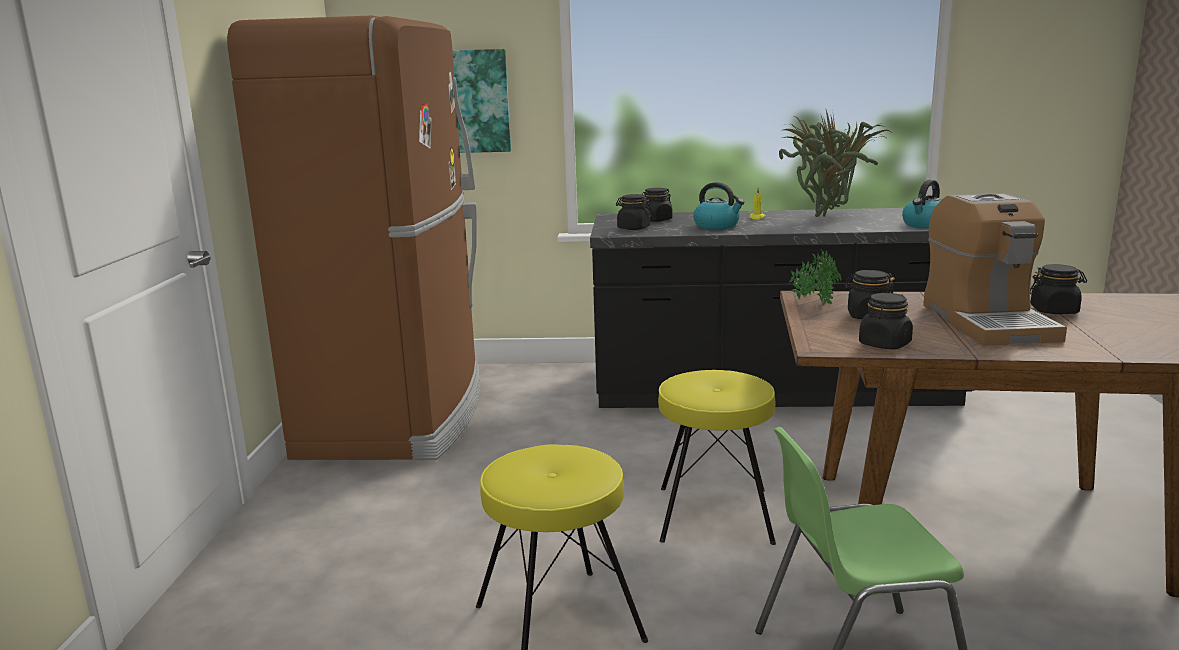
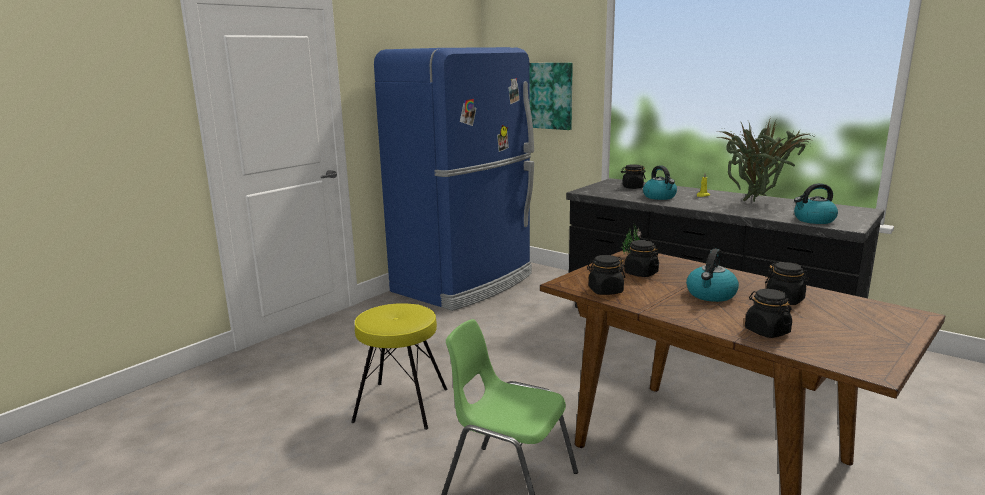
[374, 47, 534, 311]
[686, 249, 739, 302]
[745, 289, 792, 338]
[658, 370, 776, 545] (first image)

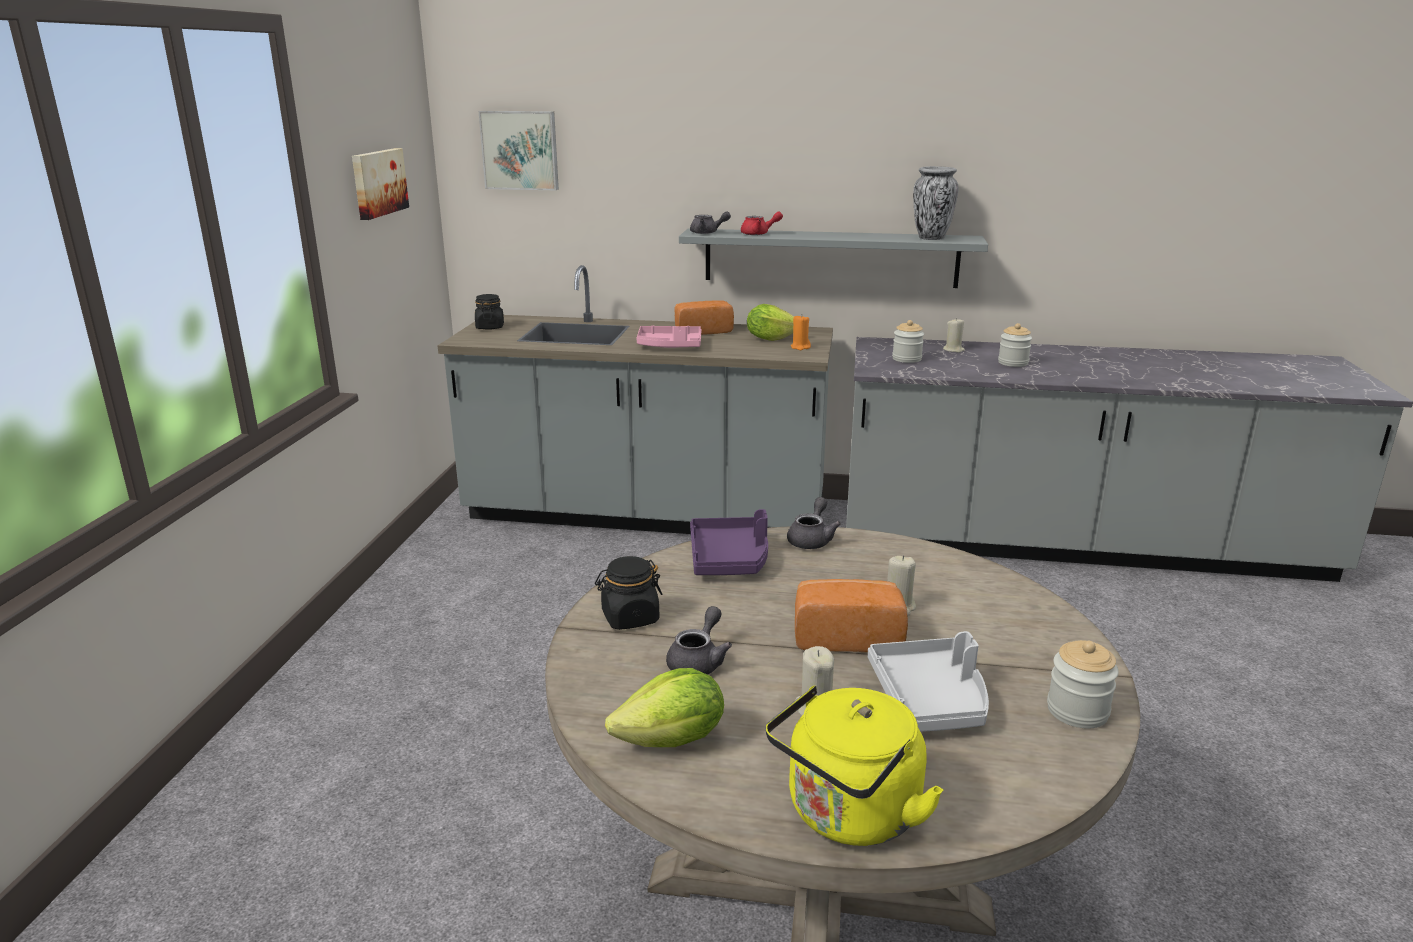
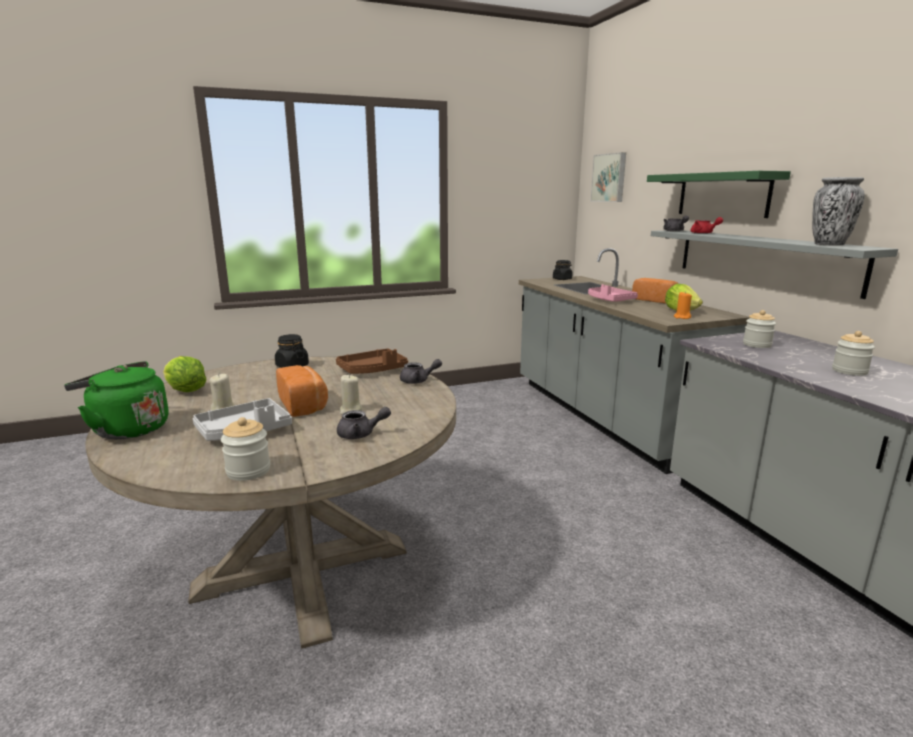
[352, 148, 409, 220] (first image)
[943, 318, 965, 352] (first image)
[336, 348, 408, 374]
[337, 407, 391, 439]
[64, 361, 169, 439]
[647, 171, 791, 218]

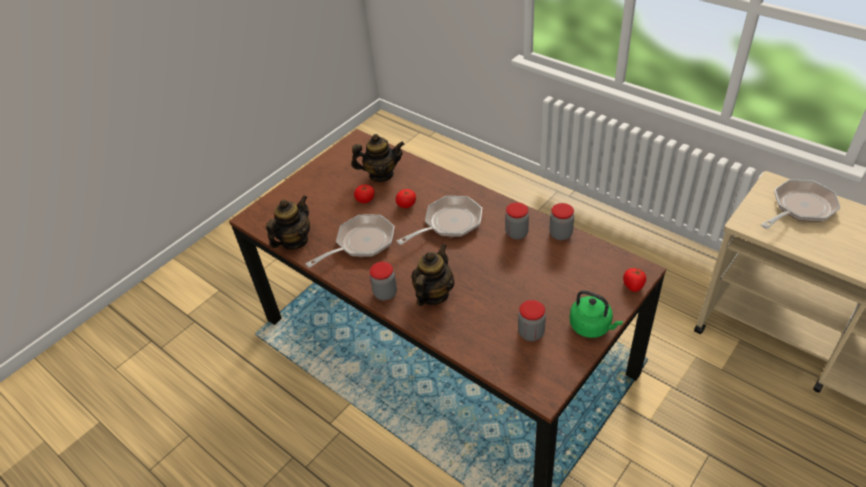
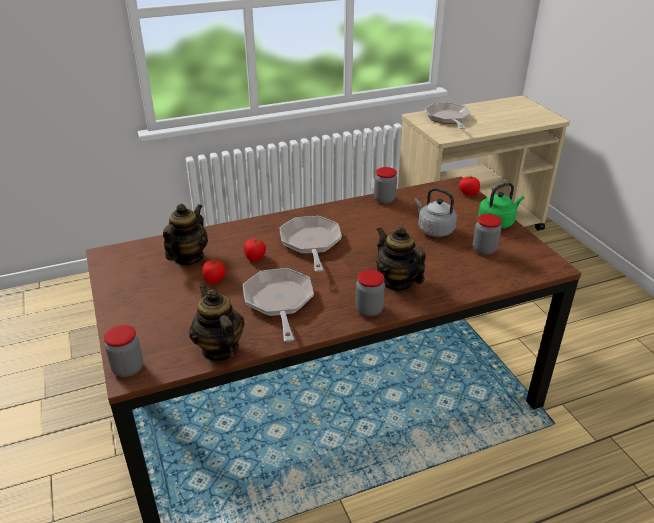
[104, 325, 143, 377]
[414, 188, 457, 237]

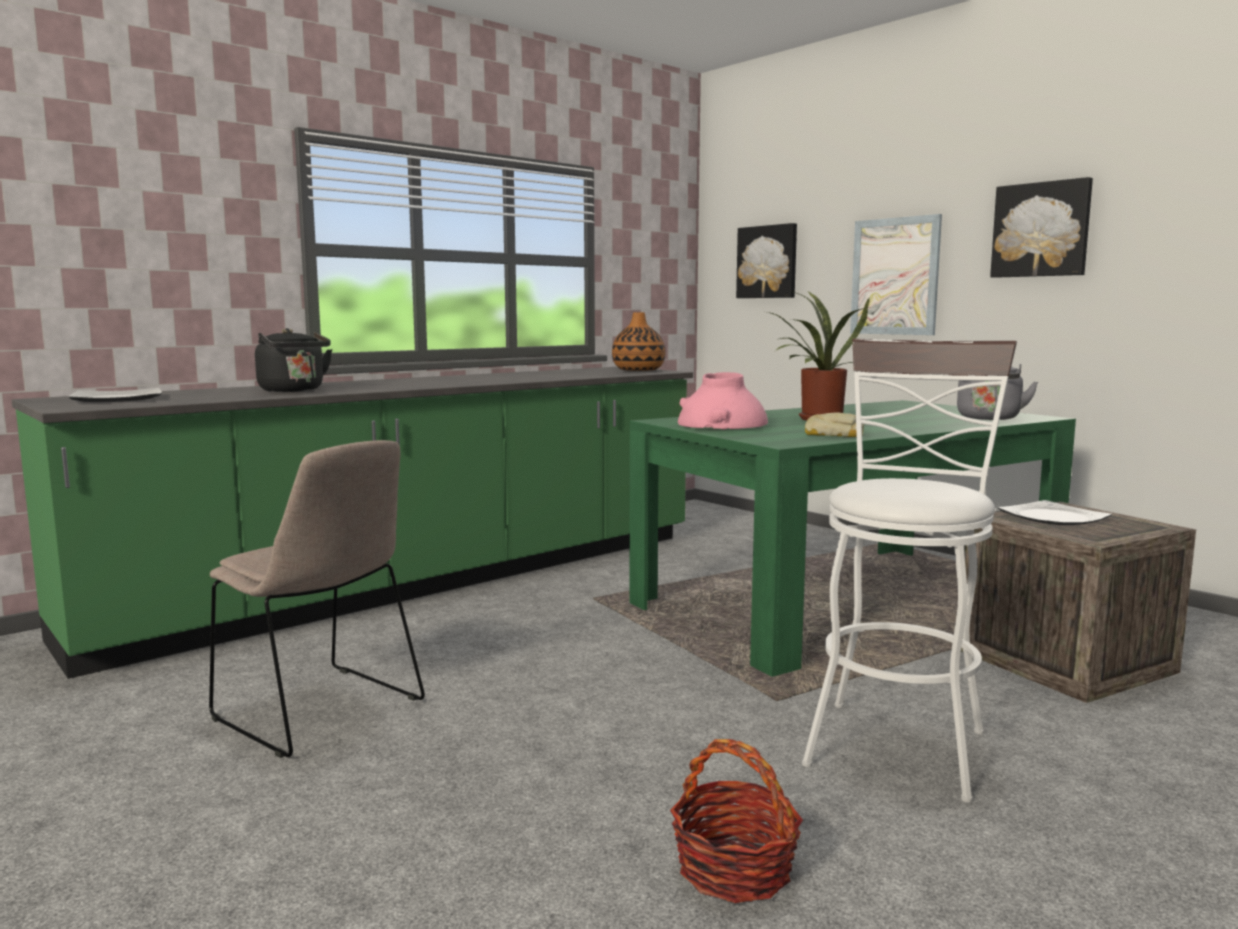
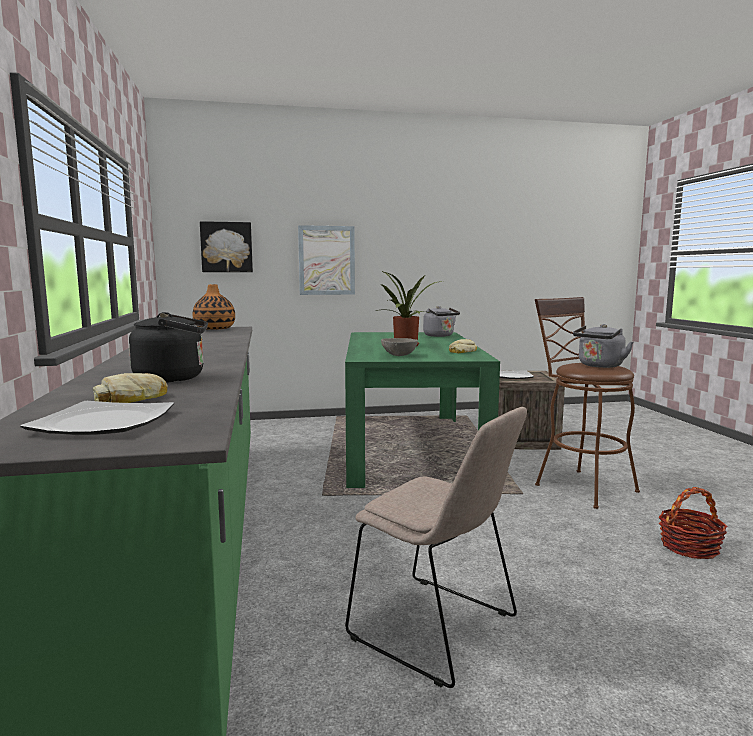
[990, 177, 1093, 278] (first image)
[535, 297, 640, 509]
[381, 338, 418, 356]
[345, 407, 527, 688]
[573, 324, 634, 368]
[93, 373, 168, 403]

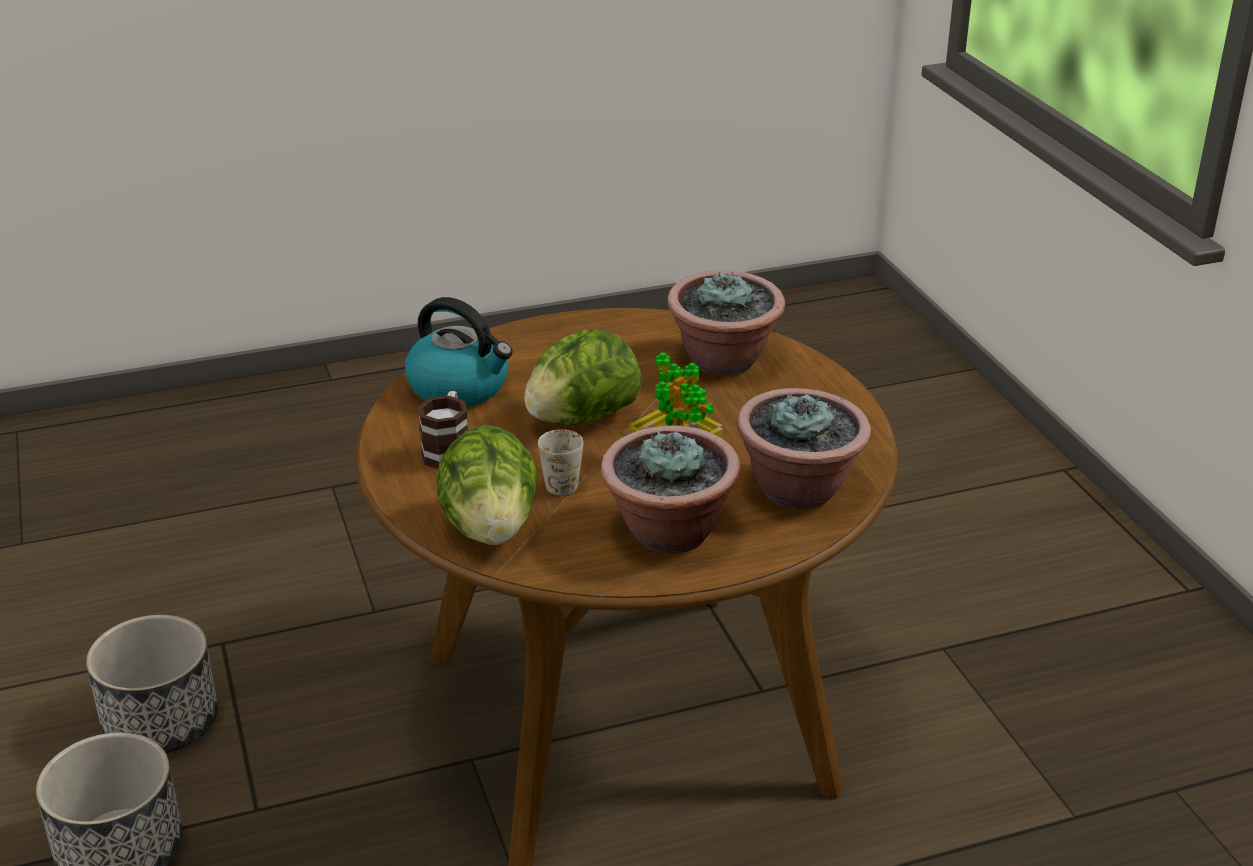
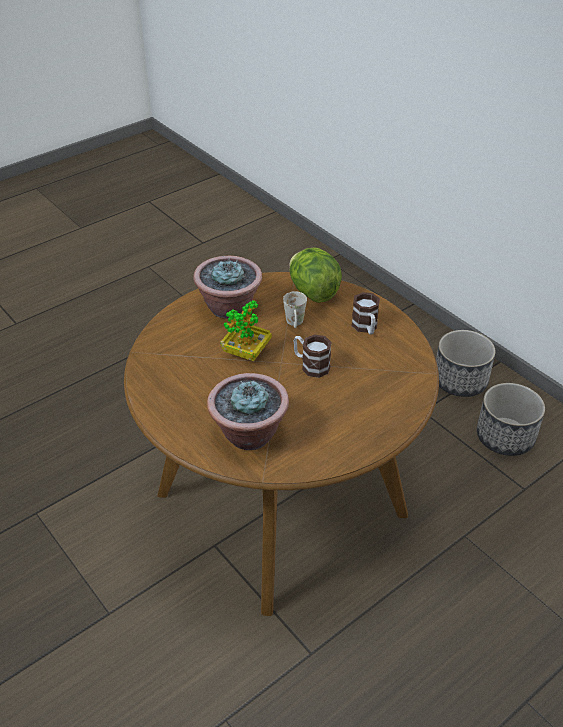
[405, 297, 513, 407] (first image)
[293, 334, 332, 378]
[736, 388, 871, 510] (first image)

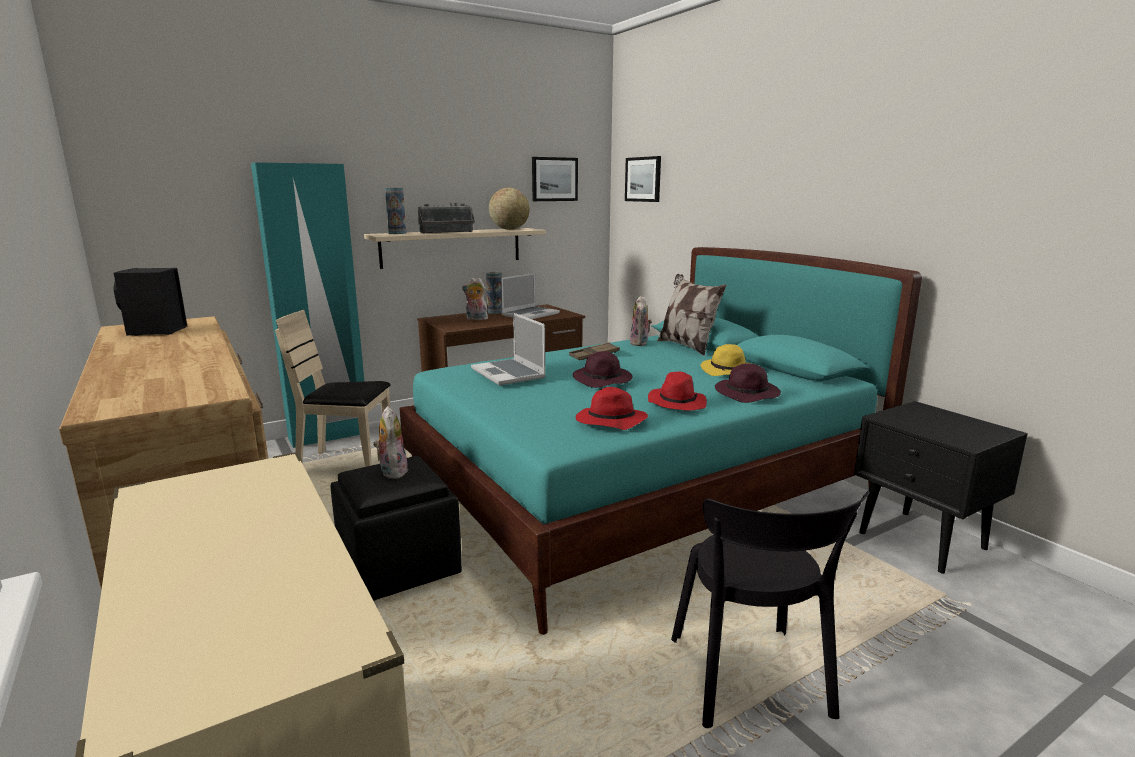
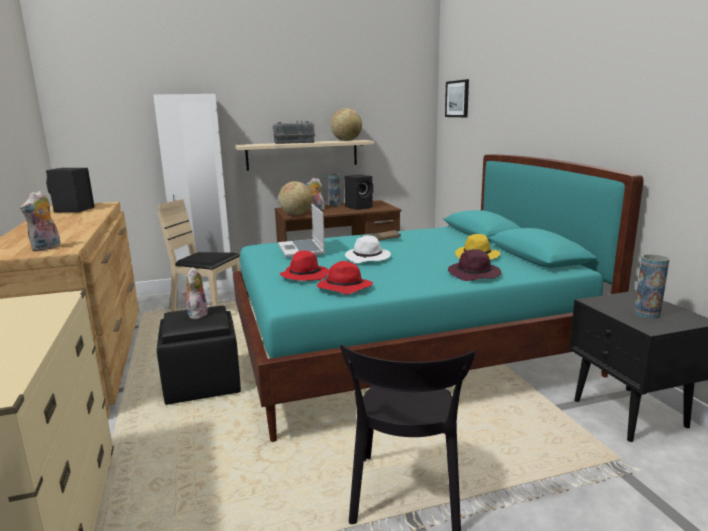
[532, 157, 578, 201] (first image)
[153, 94, 234, 298]
[634, 254, 670, 319]
[344, 174, 373, 210]
[657, 274, 727, 356] (first image)
[20, 191, 60, 252]
[345, 235, 391, 263]
[280, 251, 329, 281]
[278, 181, 312, 215]

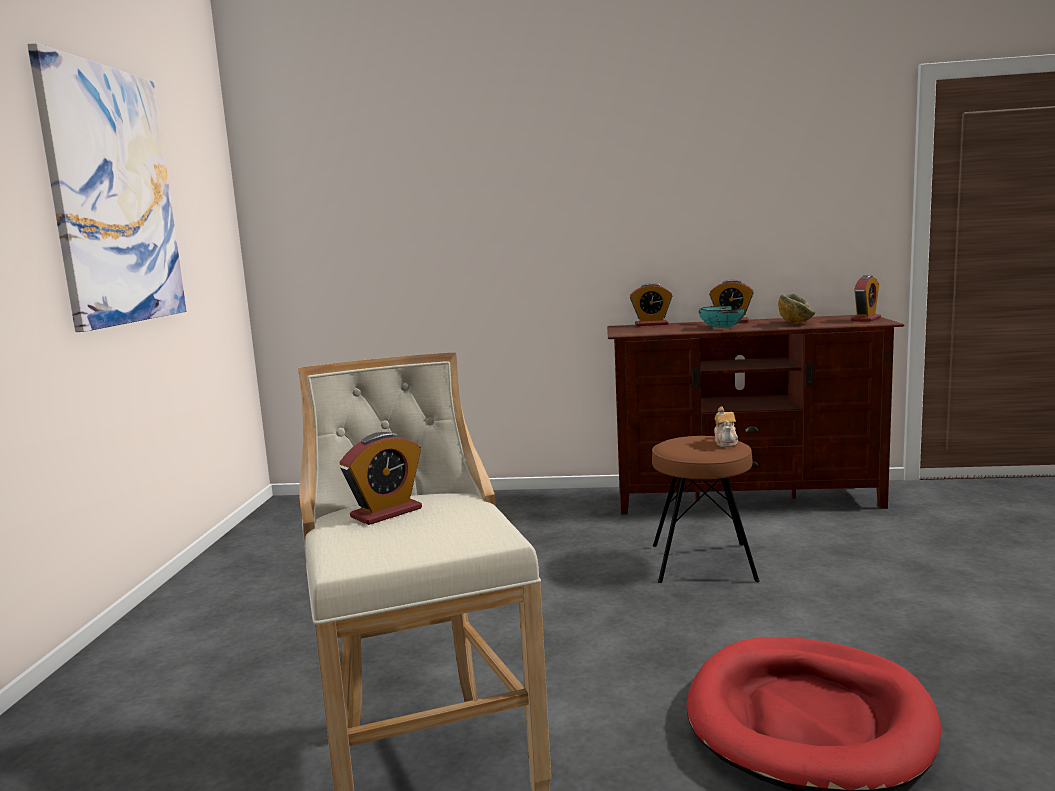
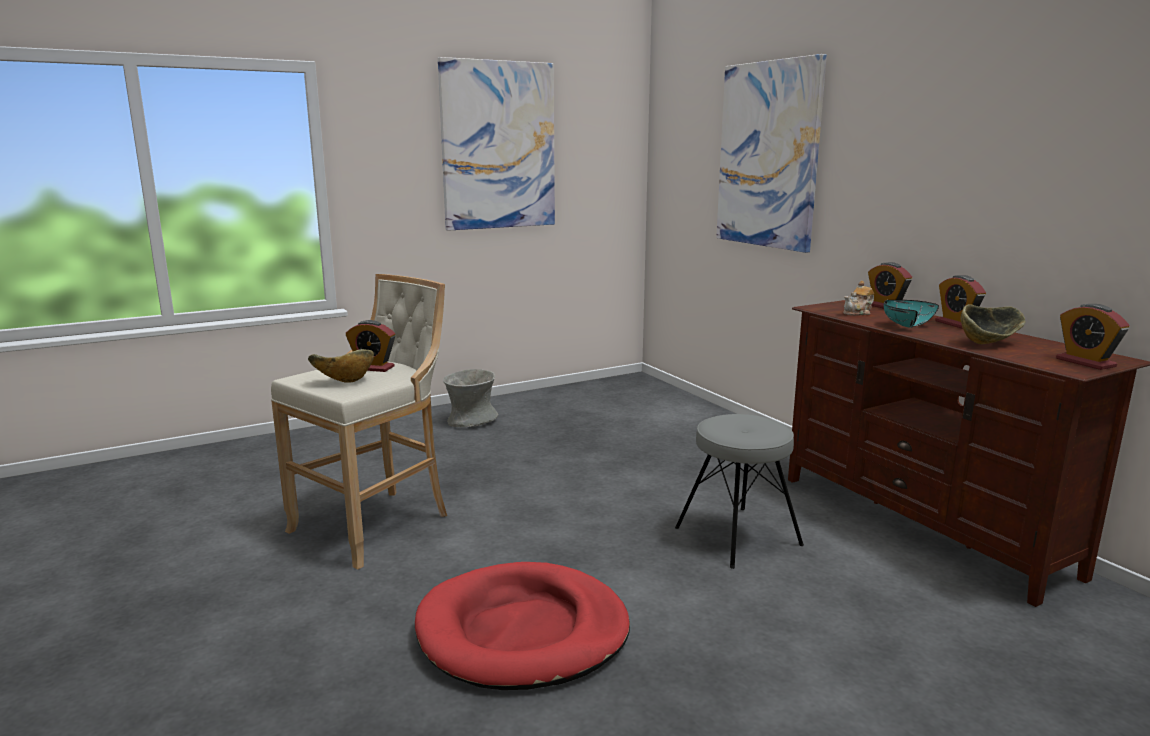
[1056, 304, 1129, 370]
[843, 281, 874, 316]
[675, 414, 804, 569]
[716, 54, 827, 253]
[308, 349, 374, 383]
[443, 369, 498, 427]

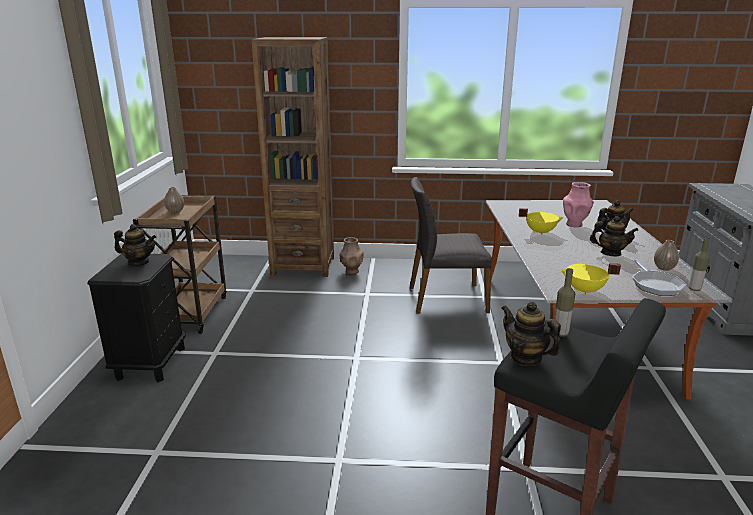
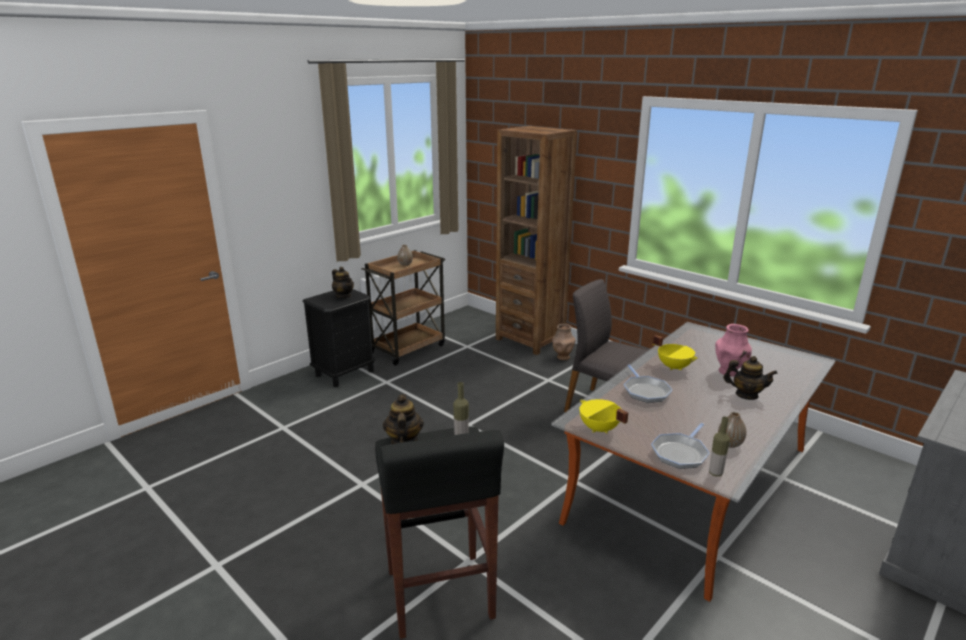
[590, 216, 638, 256] (first image)
[624, 365, 673, 403]

